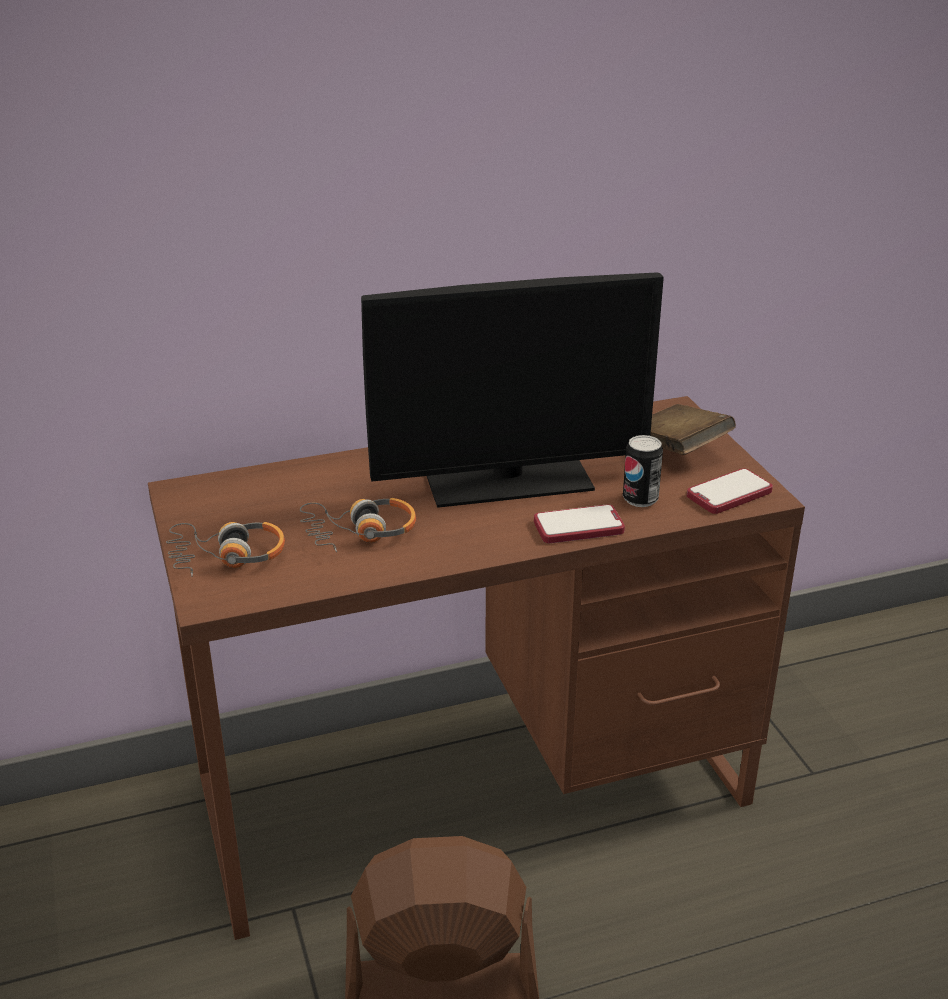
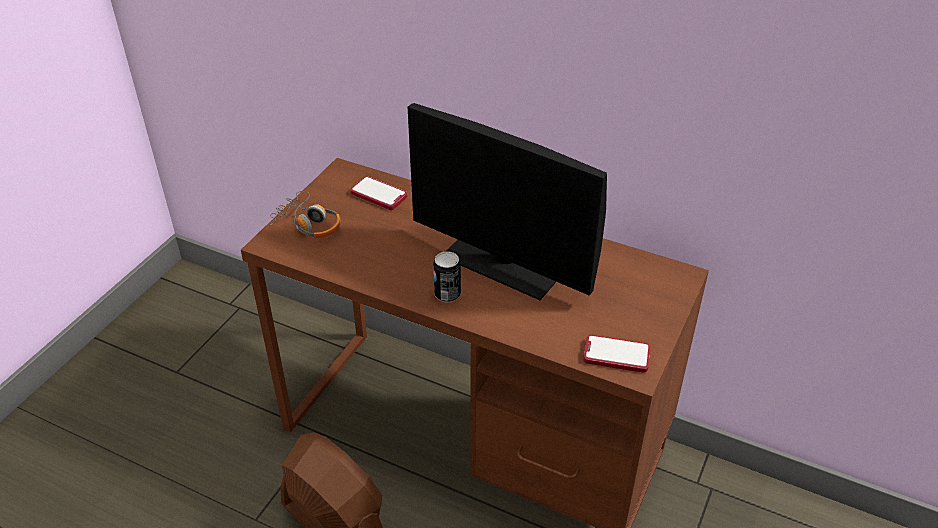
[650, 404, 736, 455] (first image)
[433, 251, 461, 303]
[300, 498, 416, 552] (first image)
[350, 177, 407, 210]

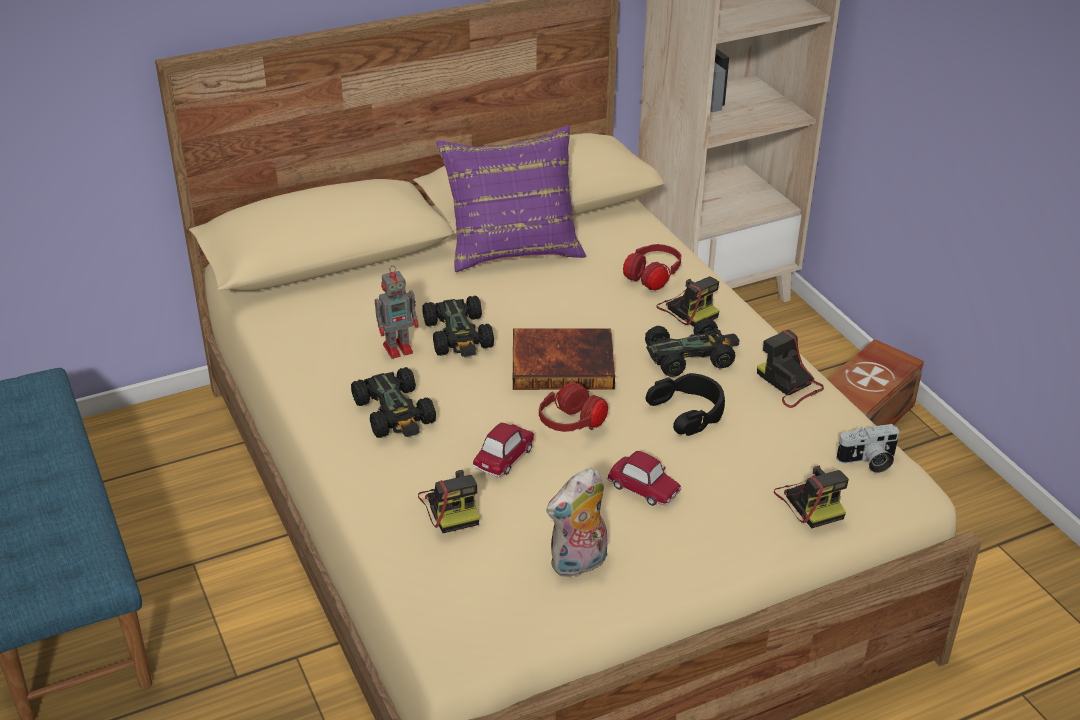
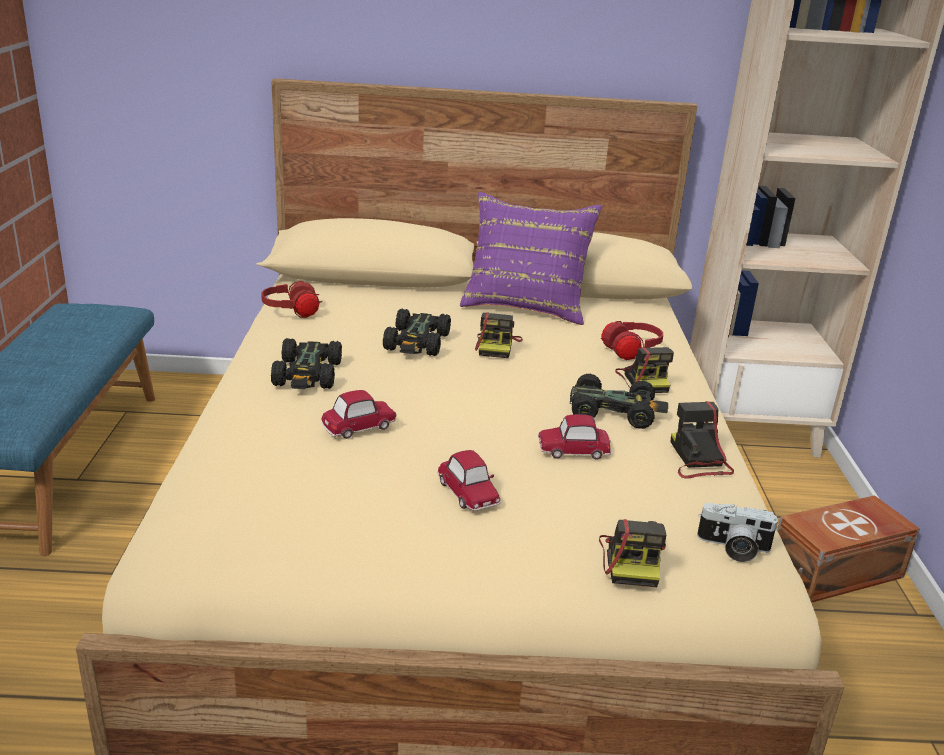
[375, 265, 419, 359] (first image)
[513, 329, 615, 390] (first image)
[538, 414, 611, 460]
[261, 281, 322, 318]
[546, 467, 607, 579] (first image)
[475, 312, 523, 358]

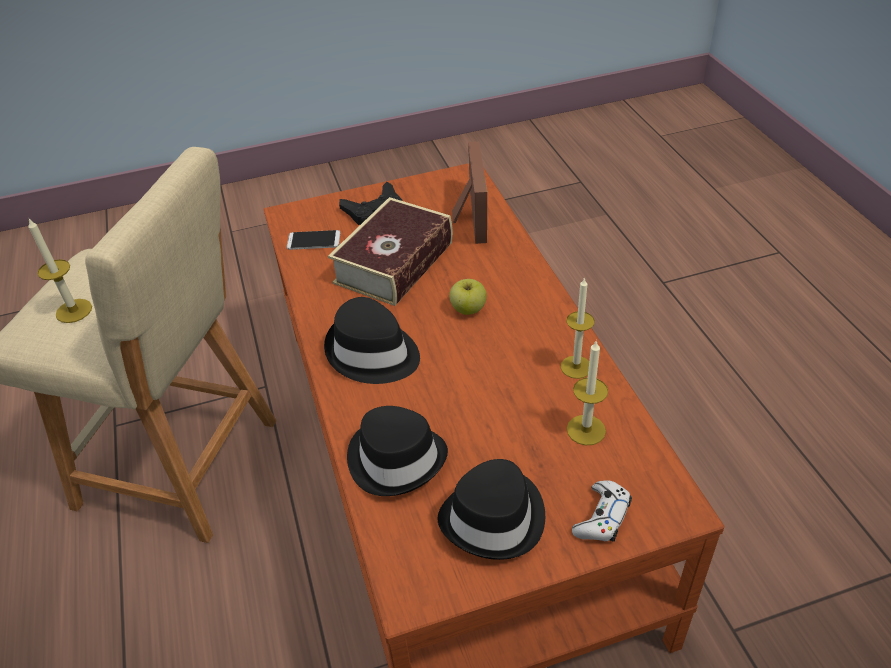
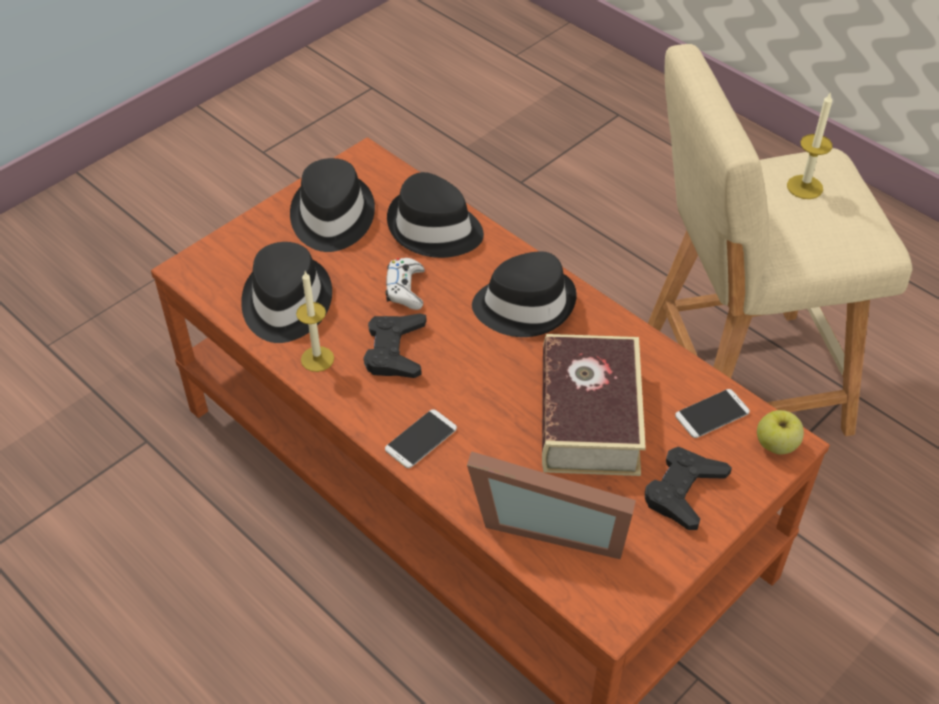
[467, 451, 636, 560]
[757, 410, 804, 454]
[241, 242, 332, 343]
[385, 258, 425, 310]
[363, 313, 426, 378]
[385, 409, 457, 468]

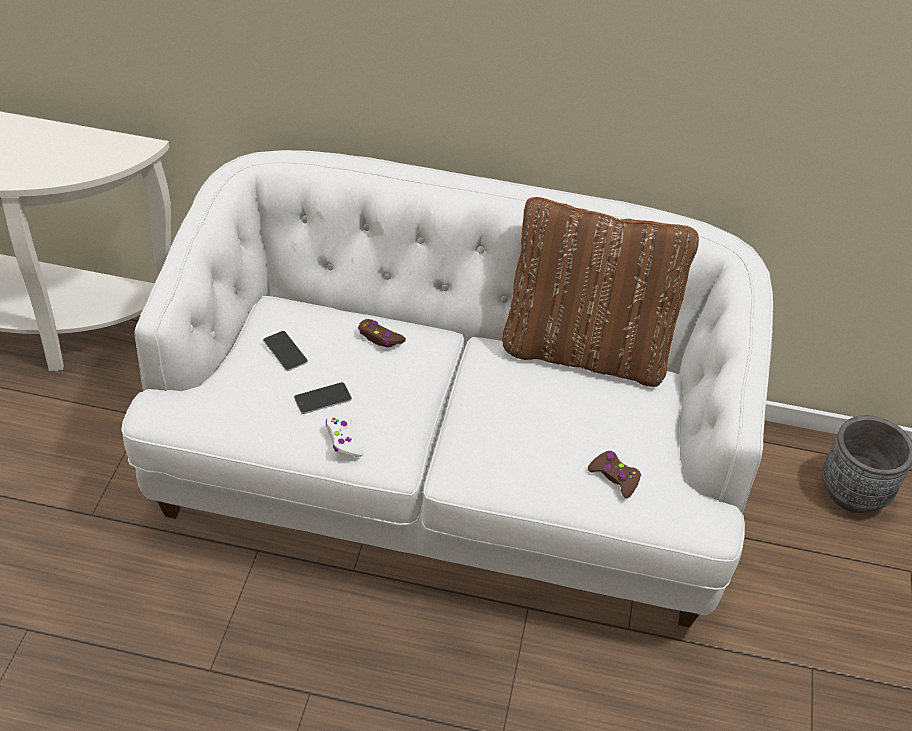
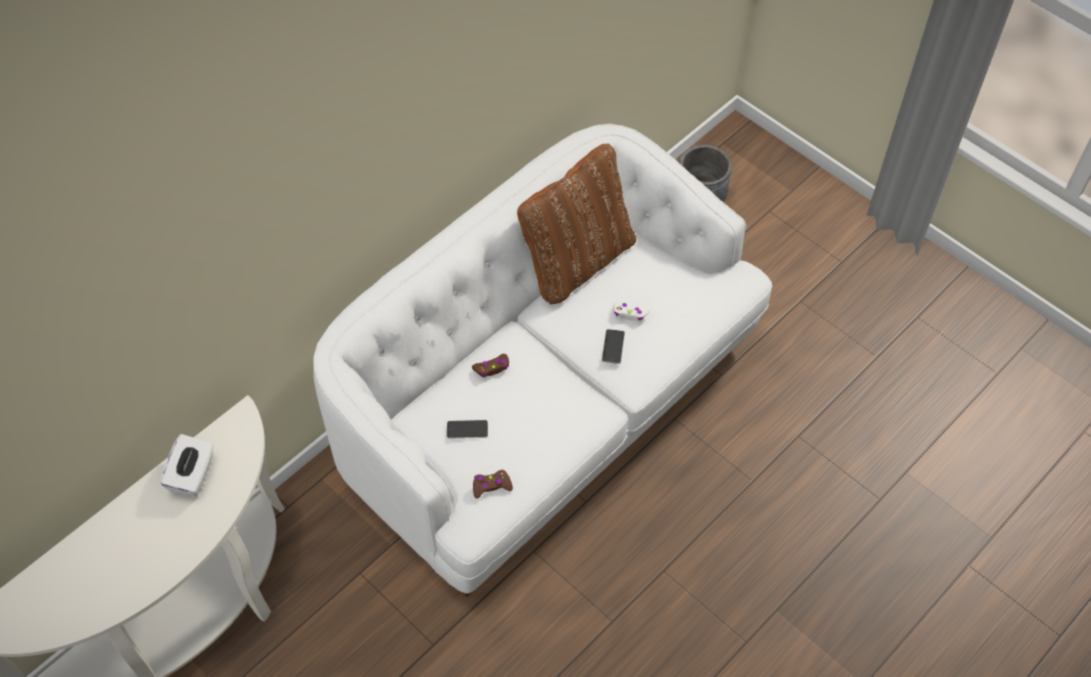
[602, 329, 625, 364]
[613, 302, 650, 321]
[473, 470, 513, 499]
[161, 434, 214, 497]

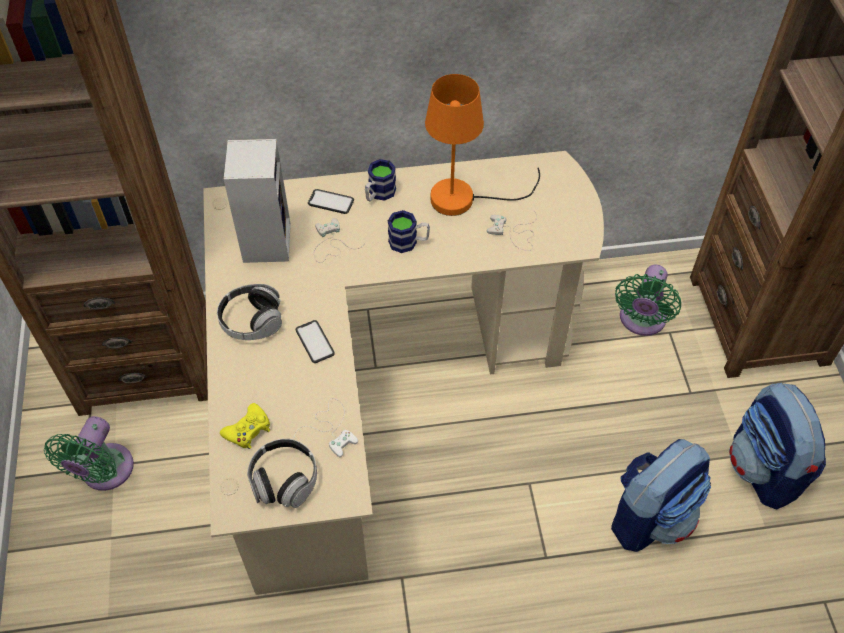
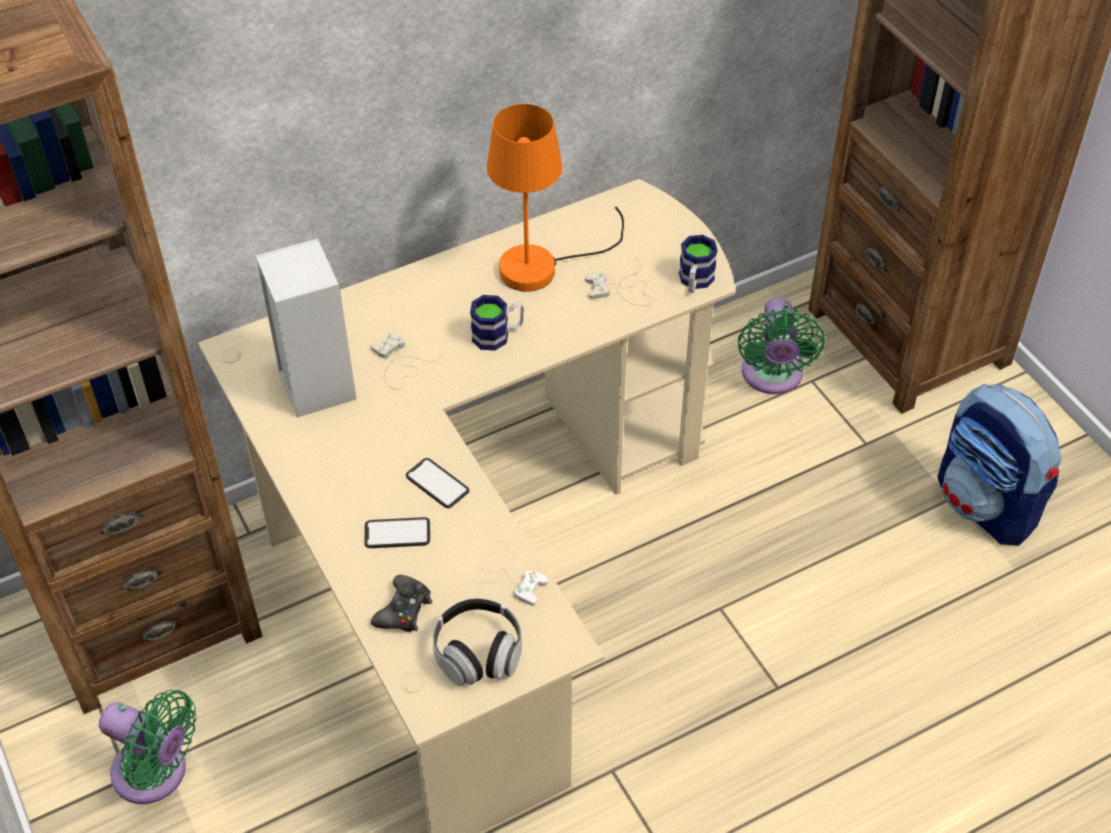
[679, 235, 718, 293]
[364, 517, 430, 548]
[217, 284, 282, 340] (first image)
[371, 575, 432, 632]
[99, 690, 197, 804]
[611, 439, 711, 552] (first image)

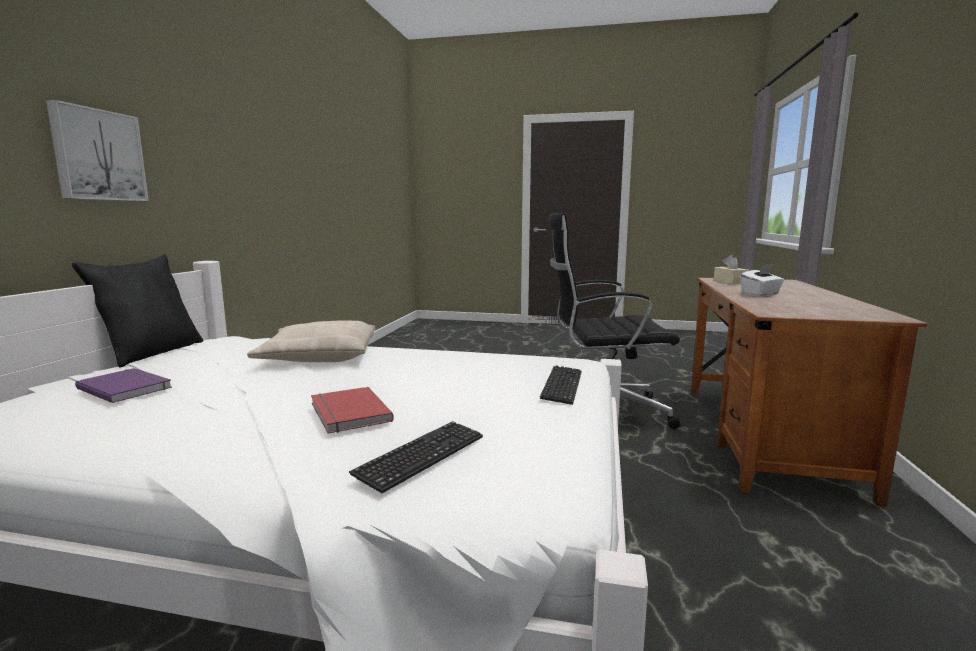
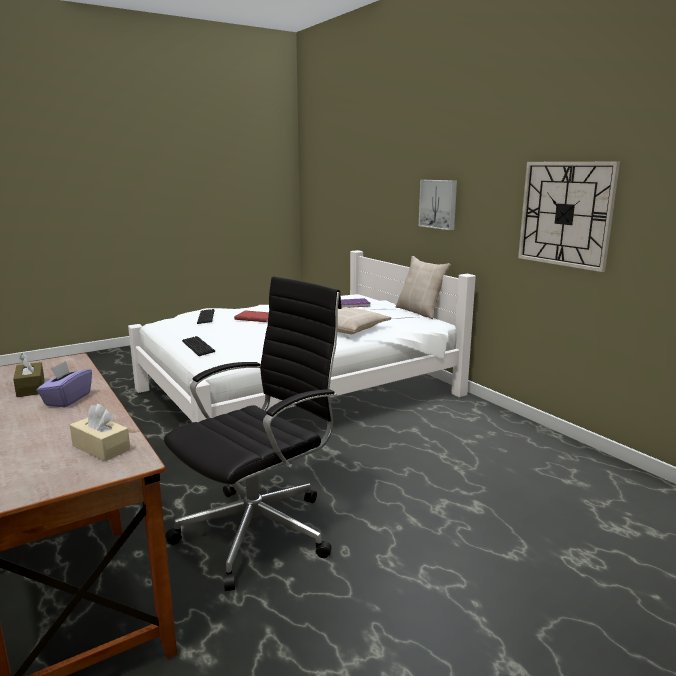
[396, 256, 451, 319]
[37, 361, 92, 408]
[518, 161, 620, 272]
[13, 353, 44, 397]

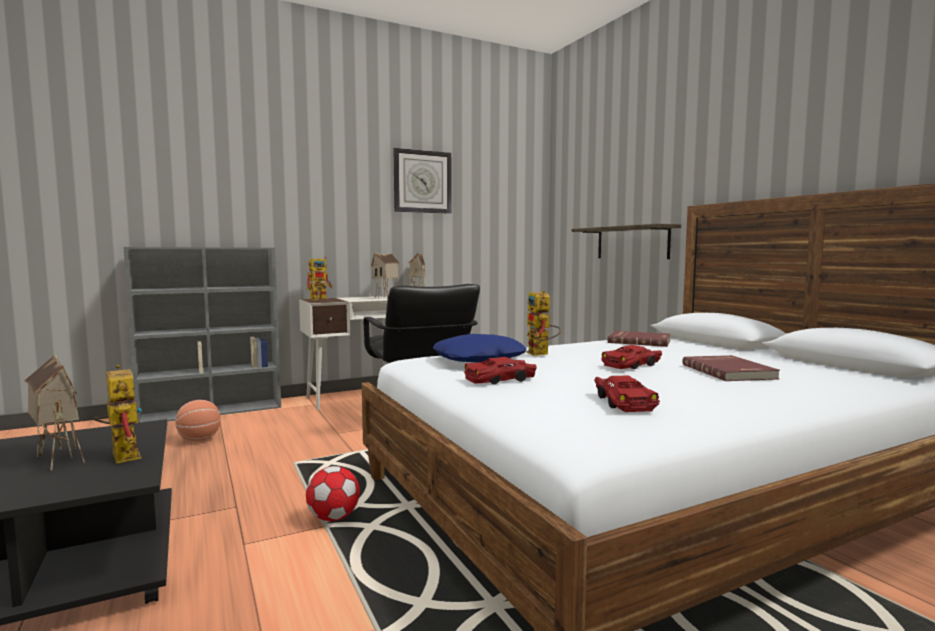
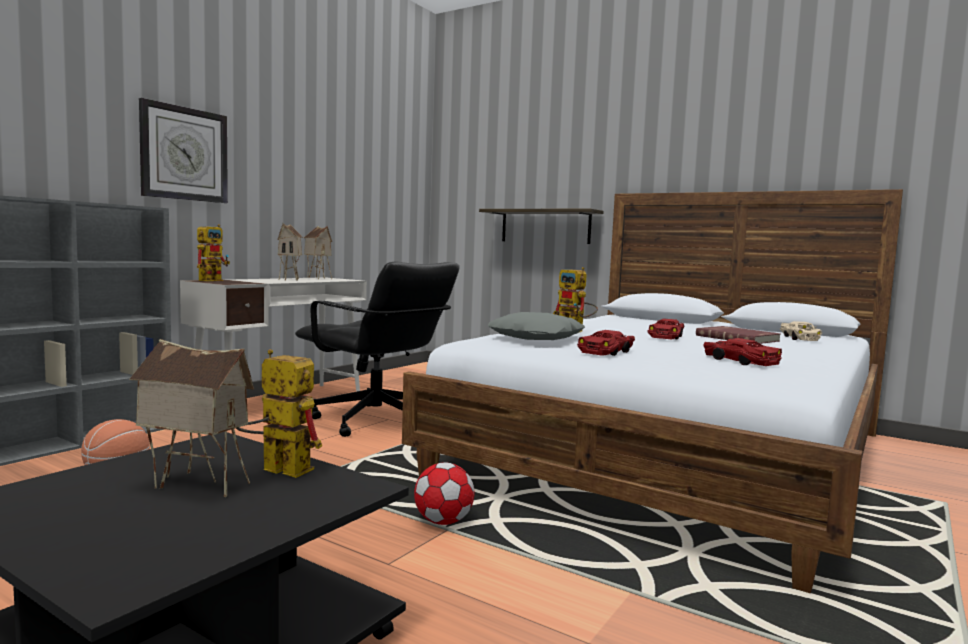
[139, 98, 228, 203]
[608, 331, 671, 347] (first image)
[488, 312, 585, 340]
[779, 321, 822, 341]

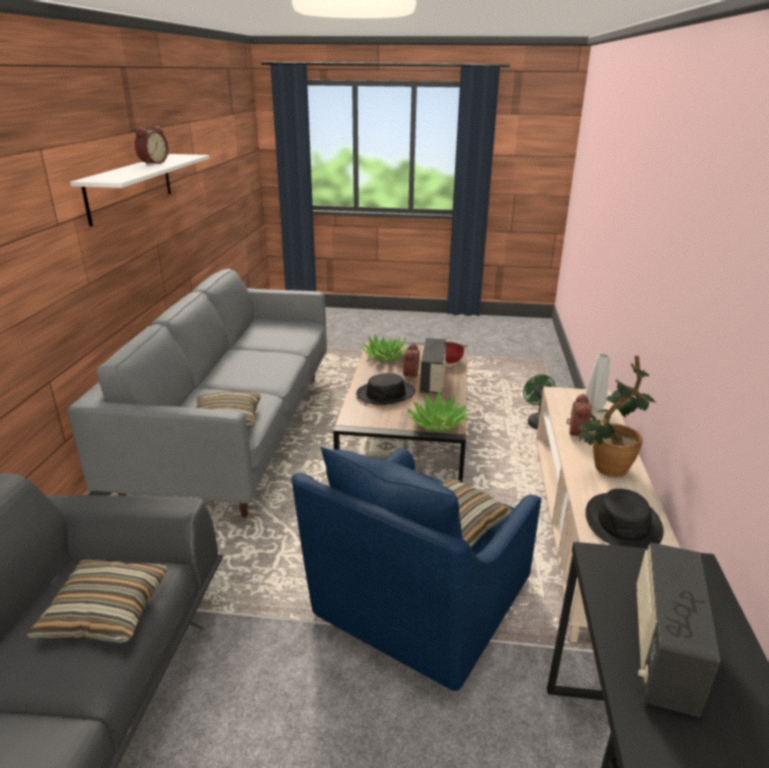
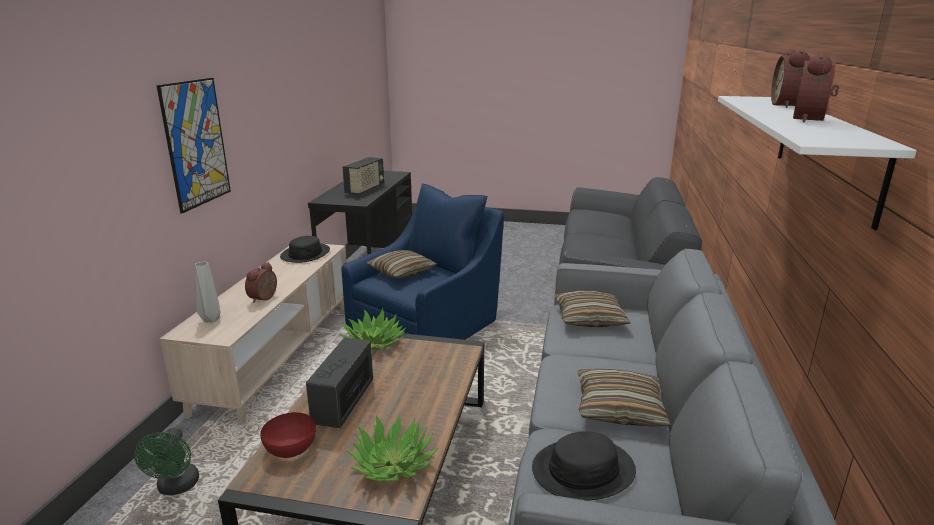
[771, 49, 810, 108]
[578, 356, 656, 477] (first image)
[532, 431, 636, 501]
[577, 369, 671, 426]
[156, 78, 231, 213]

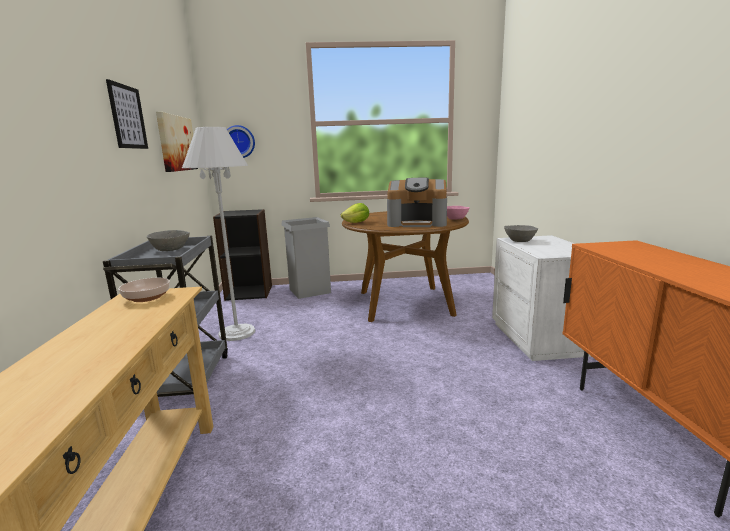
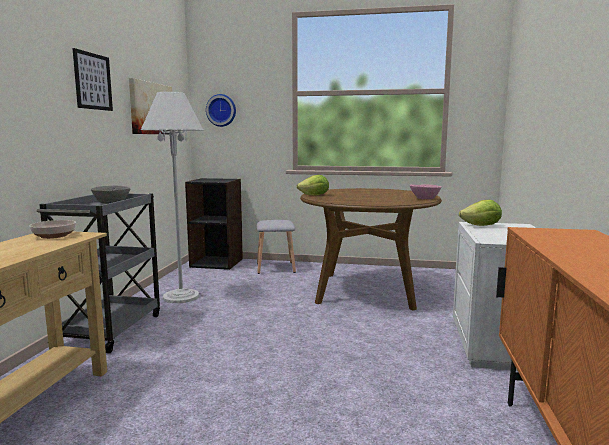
[387, 178, 447, 227] (first image)
[256, 220, 296, 274]
[459, 200, 502, 226]

